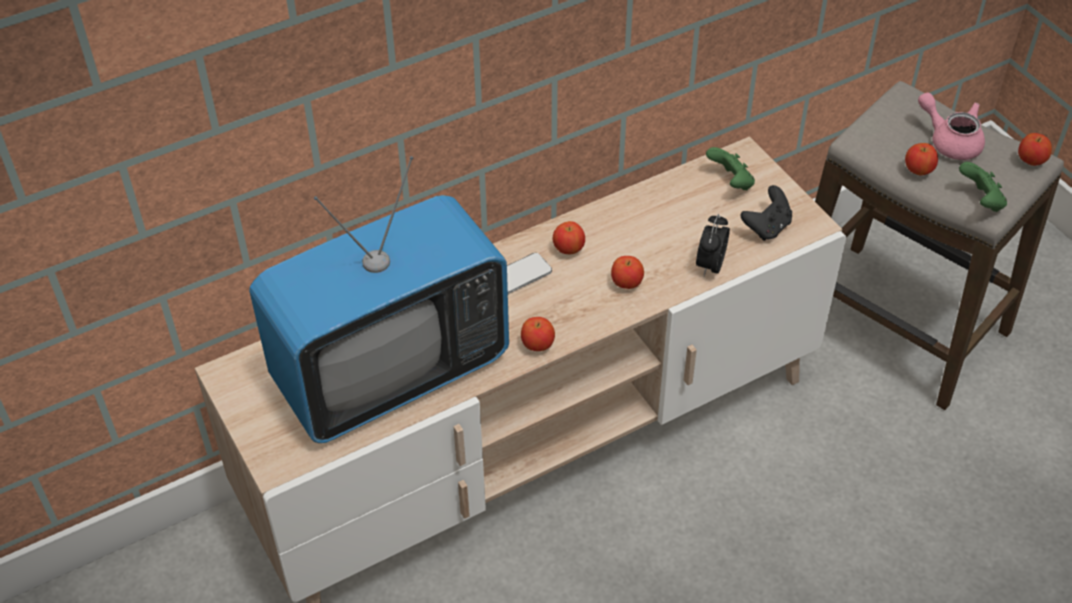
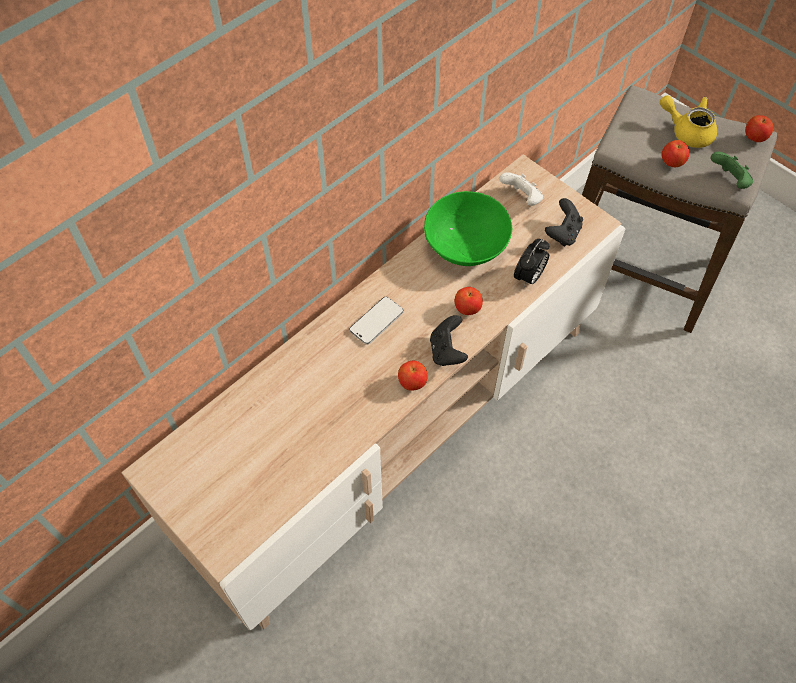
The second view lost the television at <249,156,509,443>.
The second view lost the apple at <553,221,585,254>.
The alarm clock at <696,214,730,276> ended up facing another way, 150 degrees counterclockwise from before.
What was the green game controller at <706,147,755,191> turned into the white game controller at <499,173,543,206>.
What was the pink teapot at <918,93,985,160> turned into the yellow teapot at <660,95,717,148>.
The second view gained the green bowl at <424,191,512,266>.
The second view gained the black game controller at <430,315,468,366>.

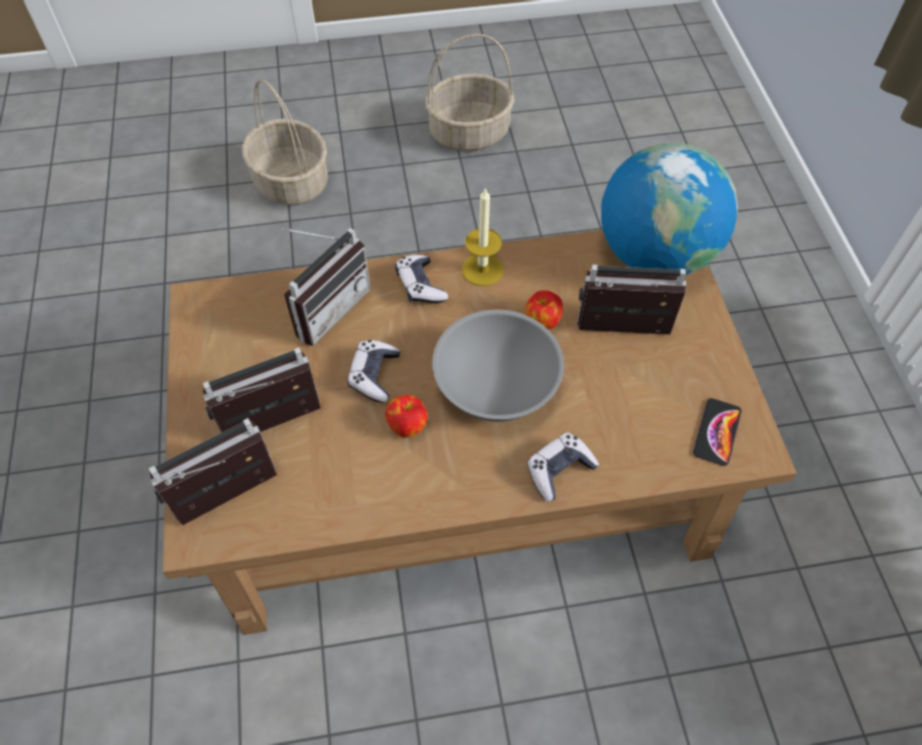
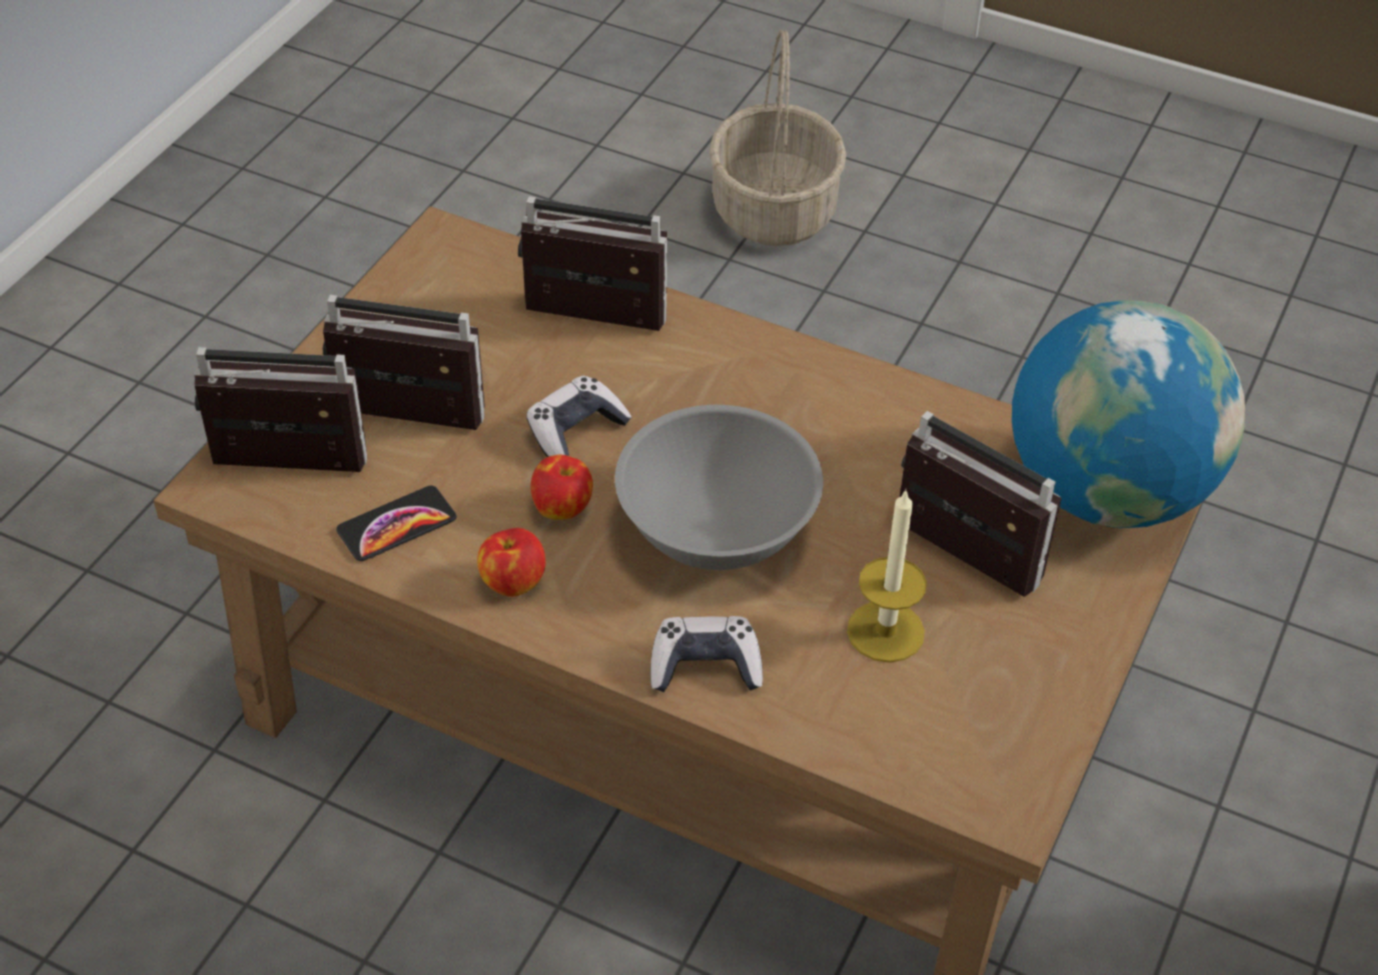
The radio at <282,228,370,346> ended up facing another way, 150 degrees counterclockwise from before.
The second view lost the game controller at <395,255,448,303>.
The second view lost the basket at <425,34,515,151>.
The candle ended up elsewhere, having gone from <462,187,504,286> to <847,489,927,663>.
The apple ended up elsewhere, having gone from <525,290,563,330> to <477,528,546,597>.
The phone ended up elsewhere, having gone from <693,398,742,466> to <336,485,456,561>.

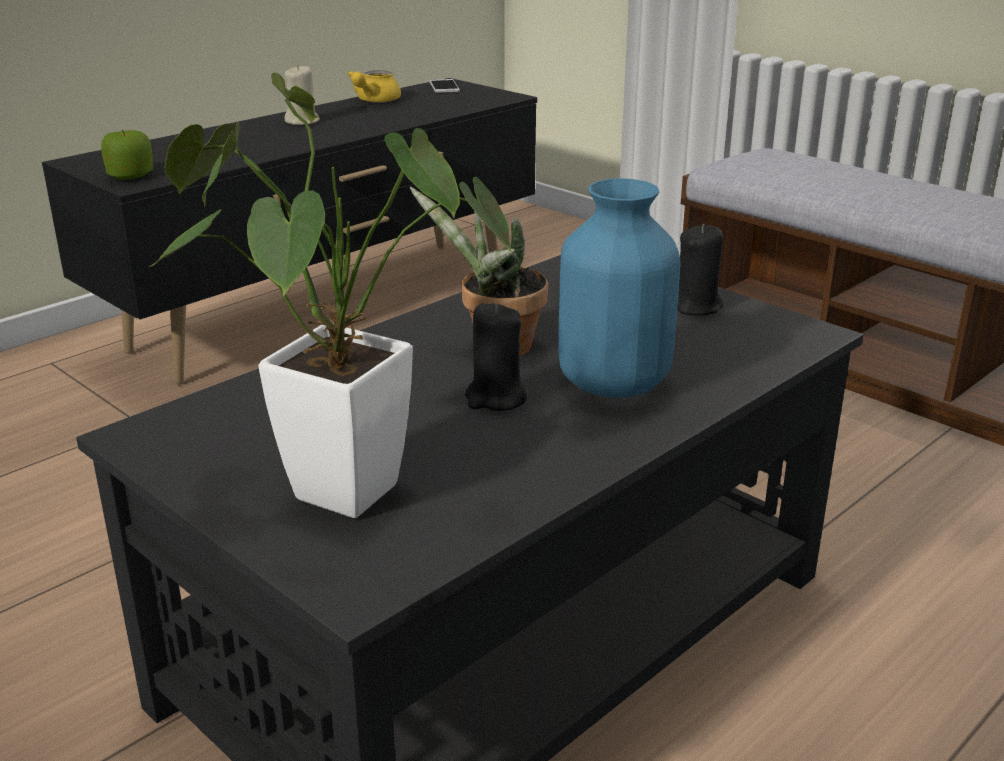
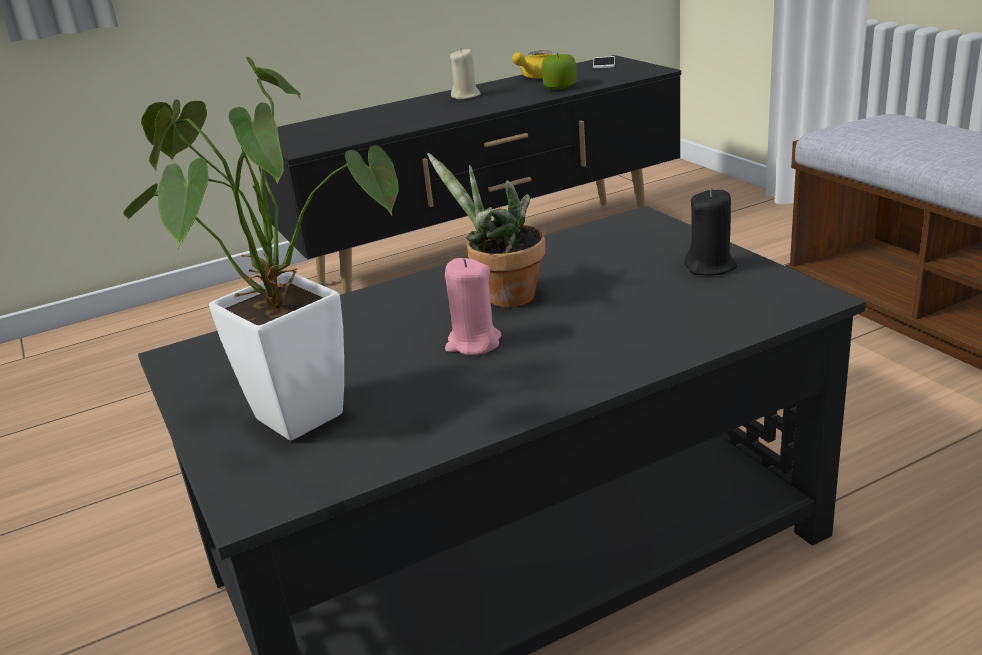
The apple ended up elsewhere, having gone from <101,129,153,180> to <542,53,576,90>.
What was the black candle at <465,303,527,411> turned into the pink candle at <445,258,501,355>.
The second view lost the blue vase at <558,179,680,397>.

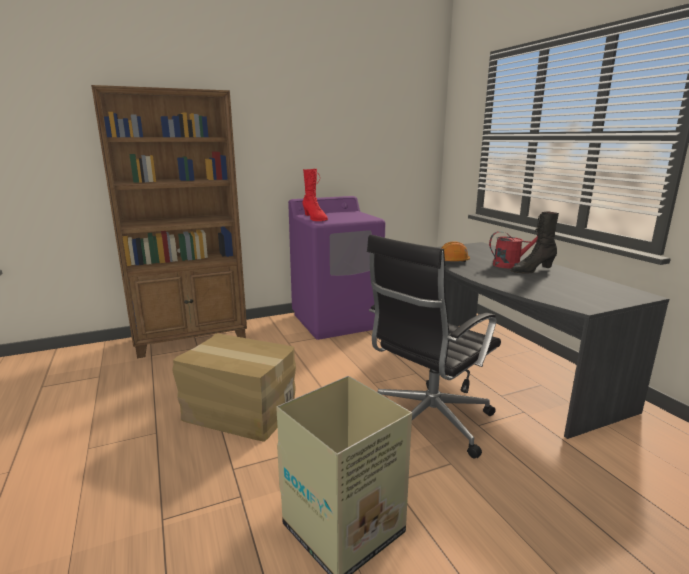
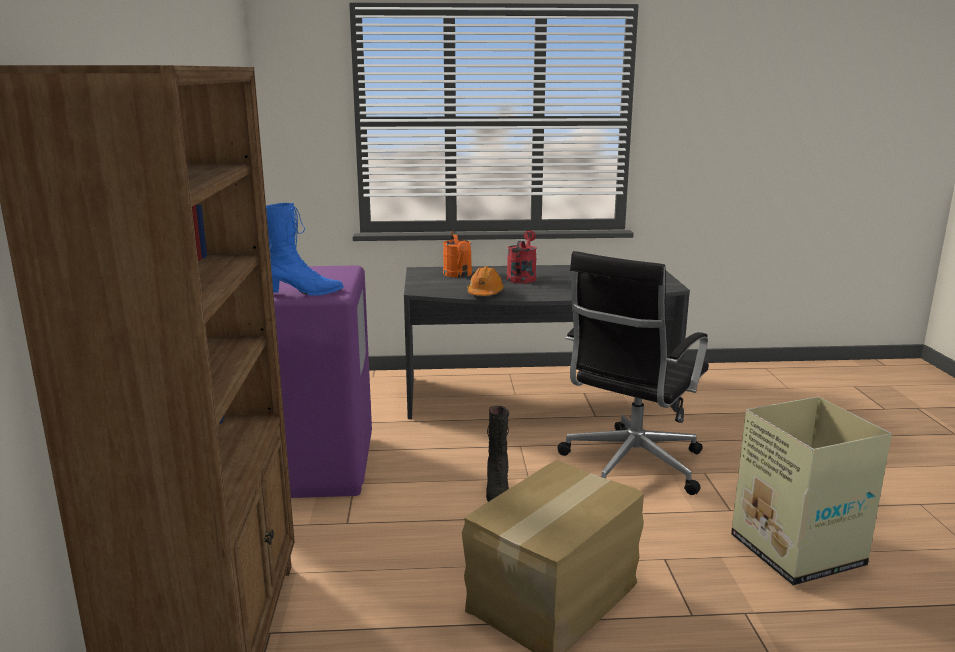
What was the red boot at <302,169,328,221> turned into the blue boot at <266,203,343,296>.
The black office chair at <367,235,501,459> ended up facing another way, 60 degrees clockwise from before.
The black boot ended up elsewhere, having gone from <511,211,559,274> to <486,406,509,502>.
The second view gained the orange watering can at <443,231,472,277>.

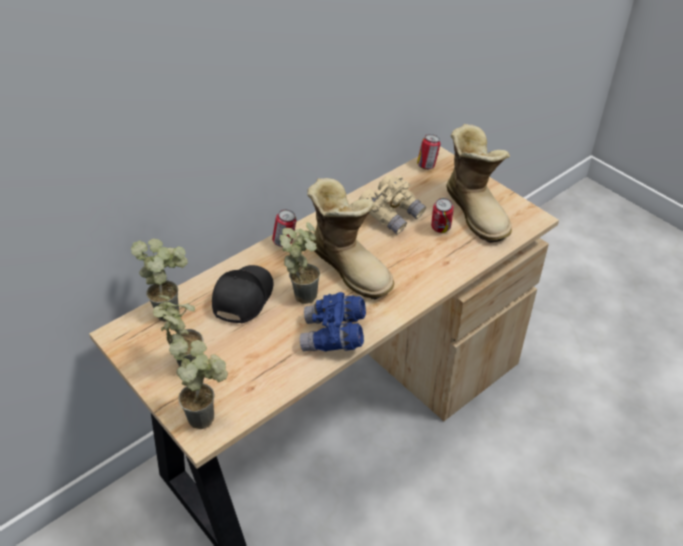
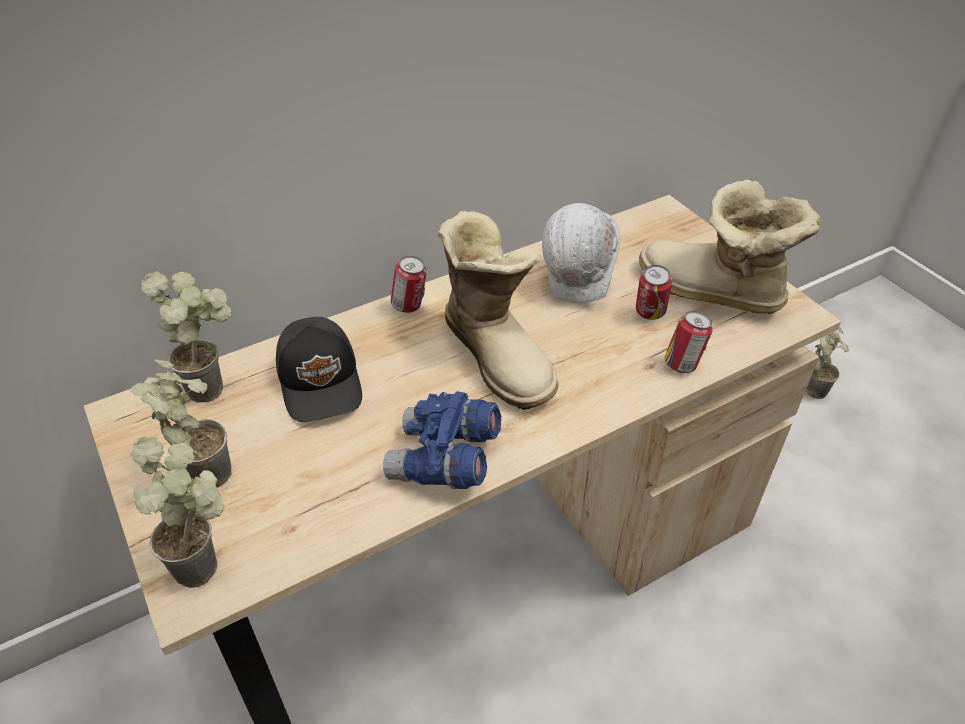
The black cap at <212,265,273,324> ended up facing another way, 135 degrees clockwise from before.
The potted plant ended up elsewhere, having gone from <280,222,320,304> to <806,327,849,399>.
Where the beige binoculars stood at <359,175,426,234>, the white hard hat came to stand at <542,203,621,339>.
The can ended up elsewhere, having gone from <417,134,441,170> to <665,311,713,373>.
The boot at <446,124,512,243> ended up facing another way, 135 degrees clockwise from before.

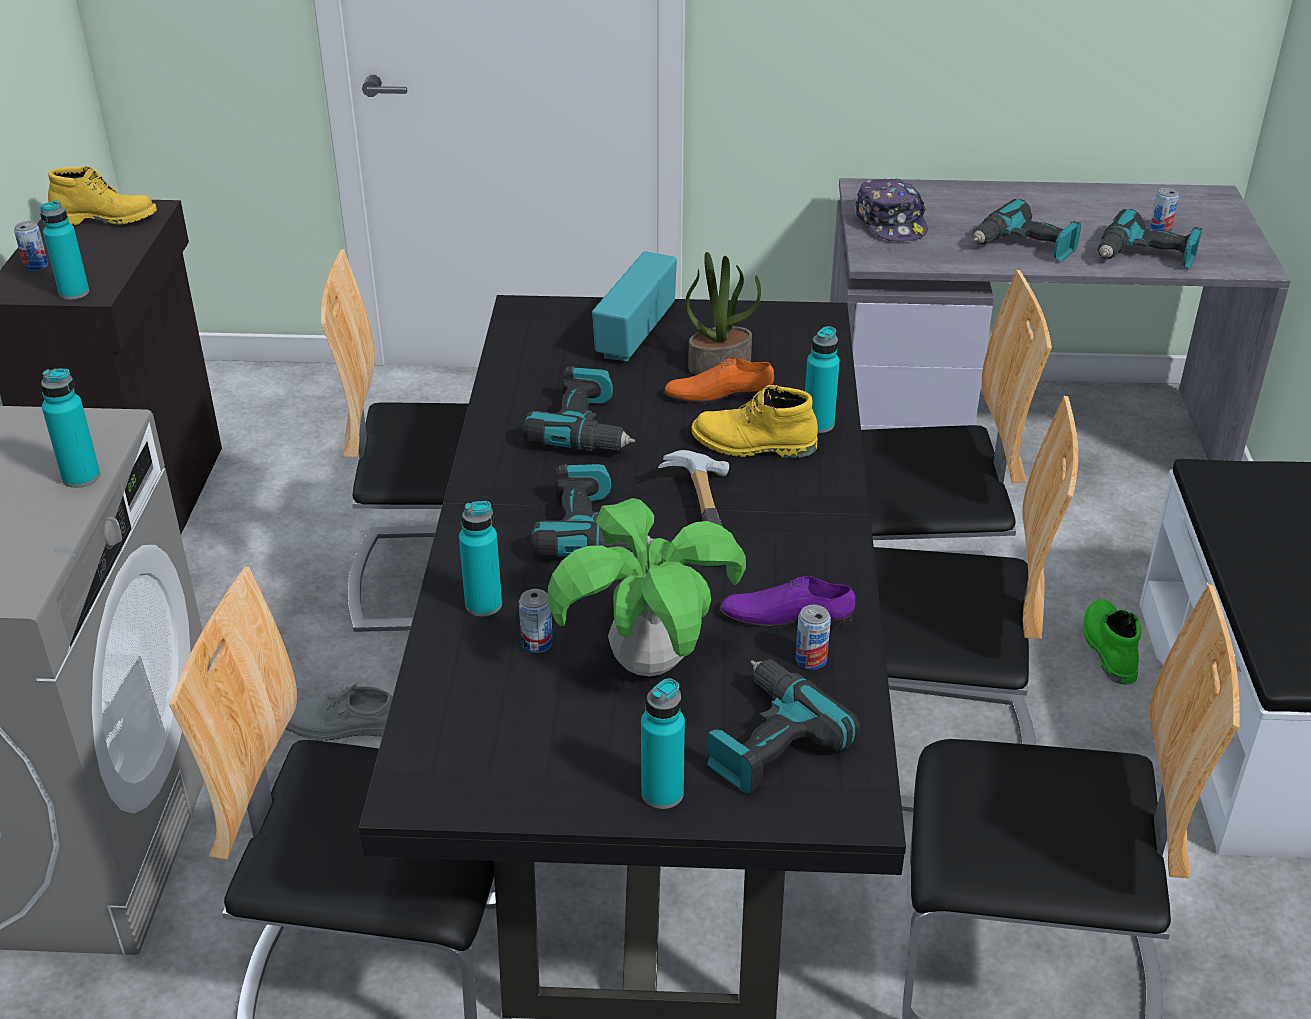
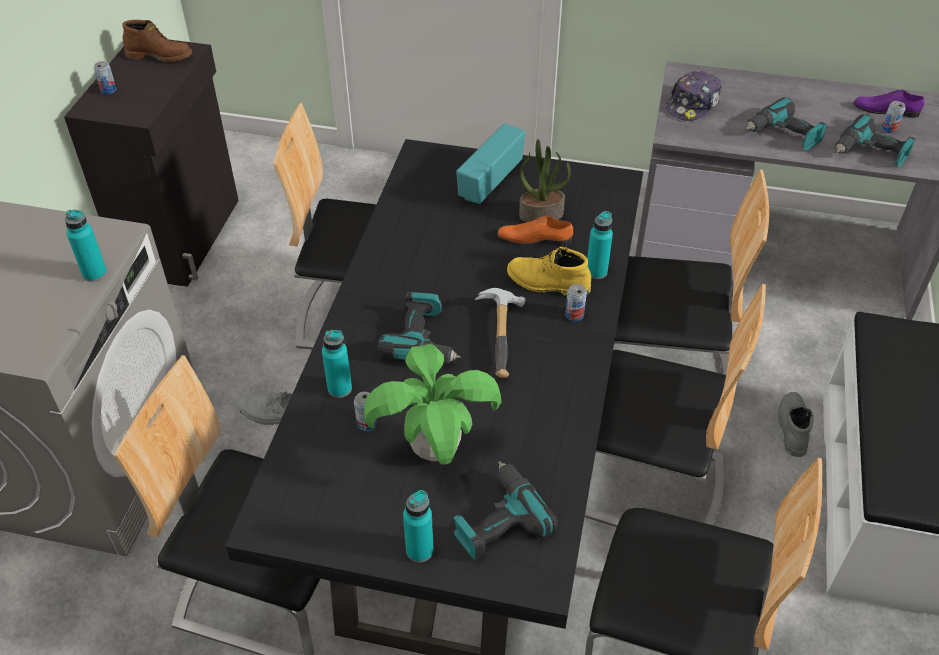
The second view lost the turquoise bottle at <40,200,89,300>.
What was the yellow boot at <48,166,157,225> turned into the brown boot at <122,20,193,62>.
The second view lost the power drill at <522,366,635,451>.
The purple shoe ended up elsewhere, having gone from <720,575,855,629> to <853,89,925,118>.
The can ended up elsewhere, having gone from <796,605,831,670> to <565,284,587,321>.
The cap at <855,179,928,242> ended up facing another way, 45 degrees clockwise from before.
What was the green boot at <1083,599,1141,685> turned into the grey boot at <778,392,814,457>.

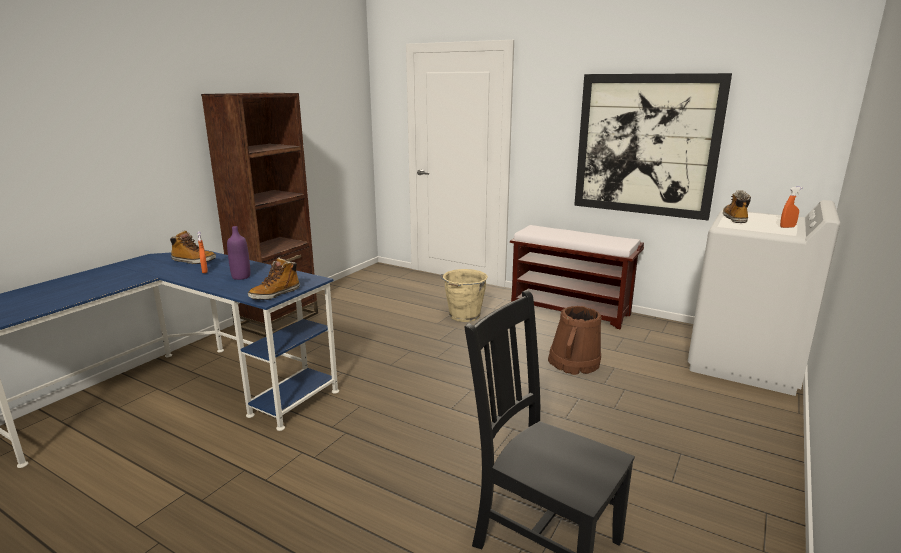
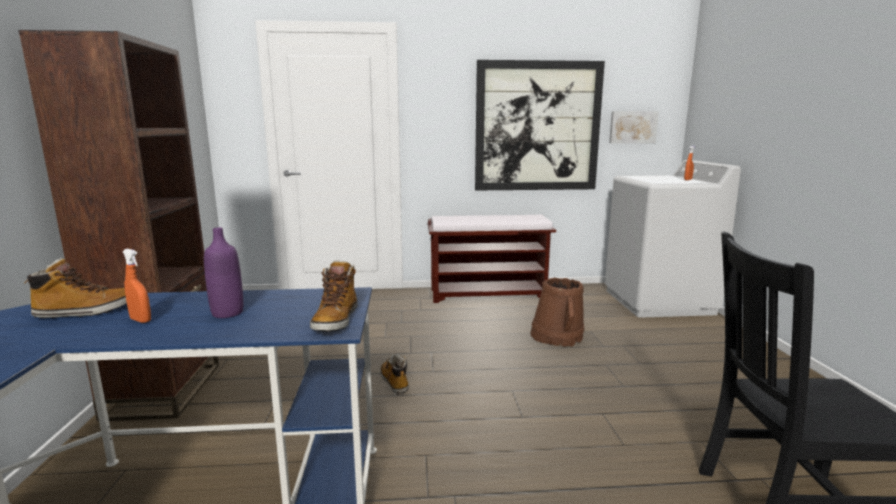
The second view lost the beige bucket at <440,269,488,322>.
The boot ended up elsewhere, having gone from <723,190,751,223> to <380,353,408,394>.
The second view gained the picture at <609,111,659,143>.

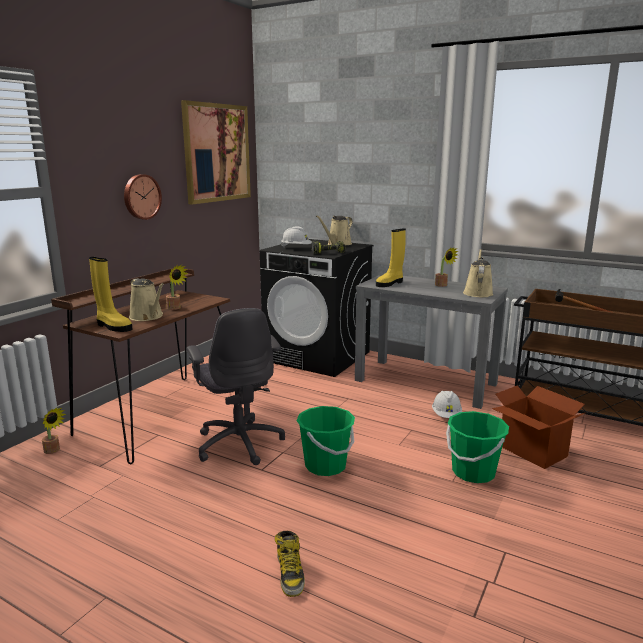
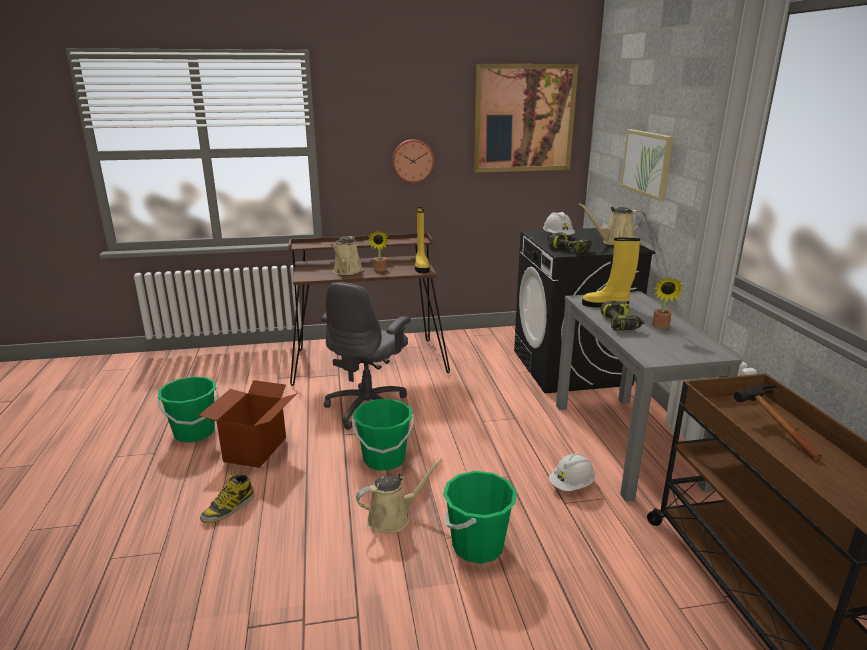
The second view lost the potted plant at <42,407,66,454>.
The yellow boot ended up elsewhere, having gone from <89,257,133,332> to <415,207,430,273>.
The beige watering can ended up elsewhere, having gone from <463,249,493,297> to <356,458,443,533>.
The cardboard box ended up elsewhere, having gone from <492,385,587,469> to <198,380,297,468>.
The second view gained the green bucket at <157,376,219,442>.
The second view gained the power drill at <600,301,644,330>.
The second view gained the picture at <621,129,673,201>.

